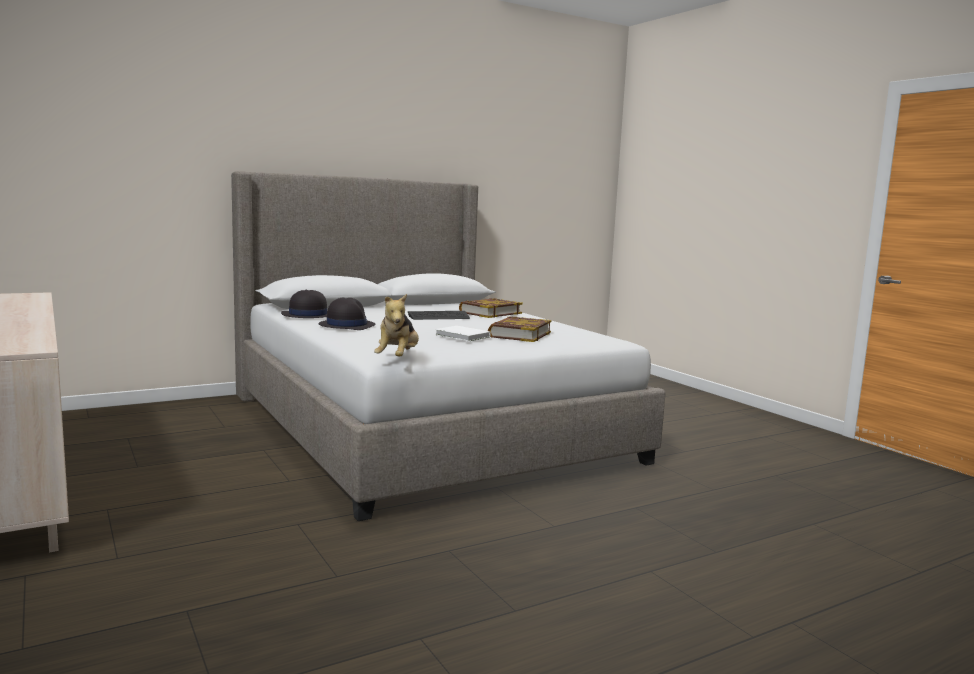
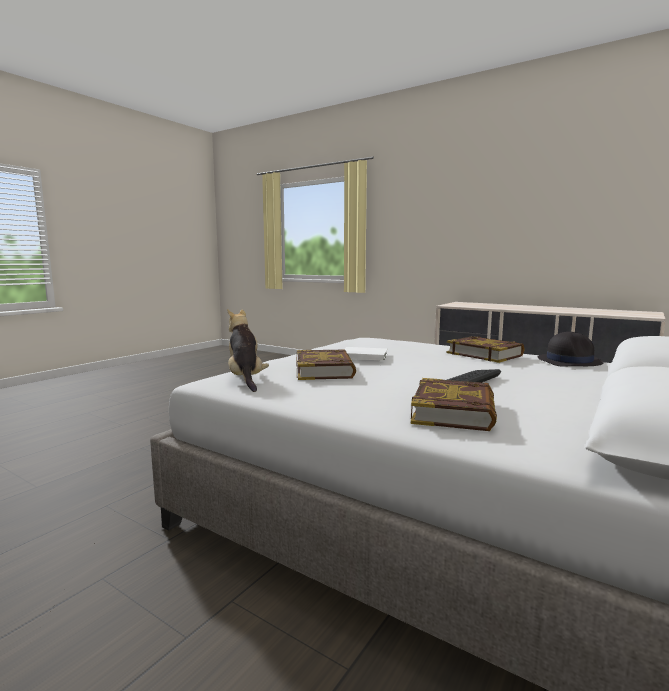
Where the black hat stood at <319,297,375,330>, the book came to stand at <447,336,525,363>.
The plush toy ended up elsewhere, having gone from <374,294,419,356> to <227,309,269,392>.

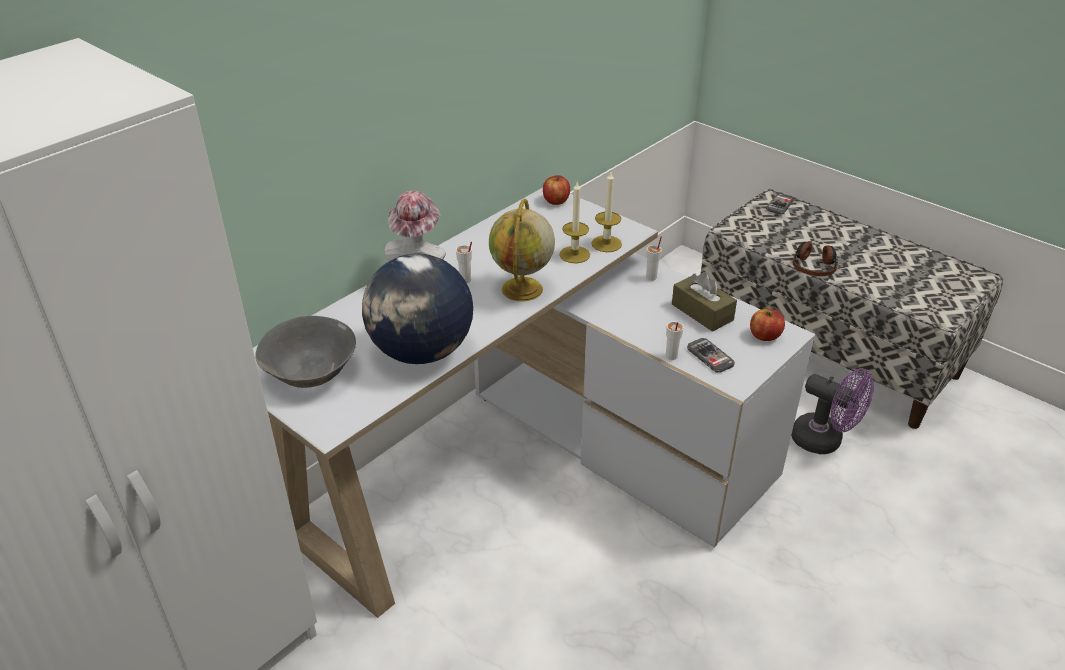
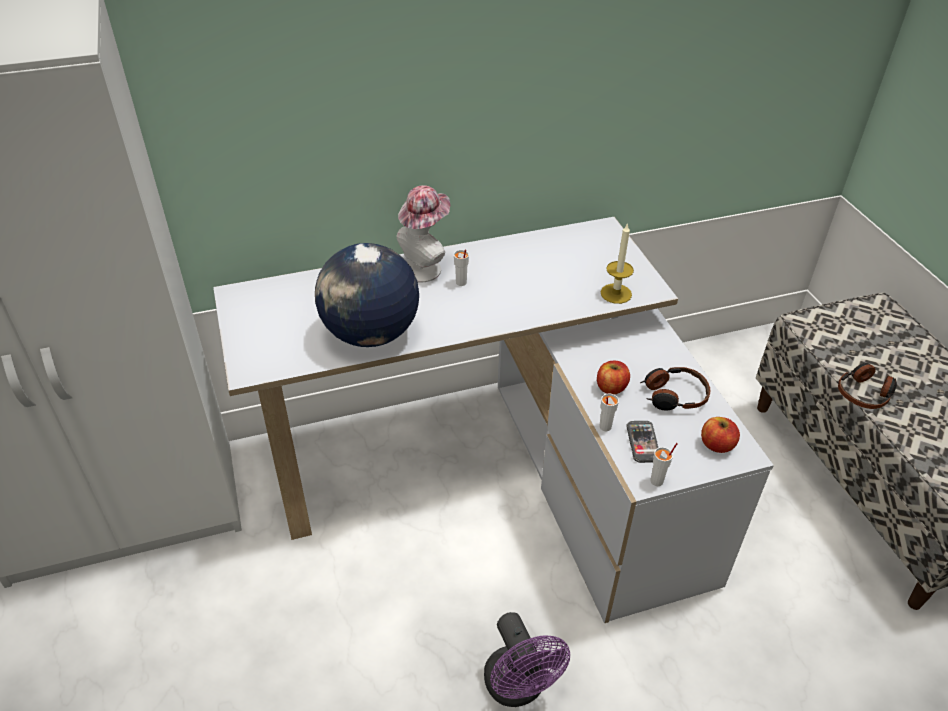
The second view lost the grey bowl at <255,316,356,388>.
The second view lost the globe at <489,198,555,302>.
The apple ended up elsewhere, having gone from <543,175,570,205> to <597,360,630,395>.
The second view lost the candle at <559,182,590,263>.
The white cup ended up elsewhere, having gone from <646,236,662,281> to <650,443,678,486>.
Where the brown tissue box stood at <672,272,737,332>, the headphones came to stand at <640,367,710,411>.
The second view lost the phone at <766,193,794,214>.
The purple fan ended up elsewhere, having gone from <791,368,874,454> to <484,612,570,707>.

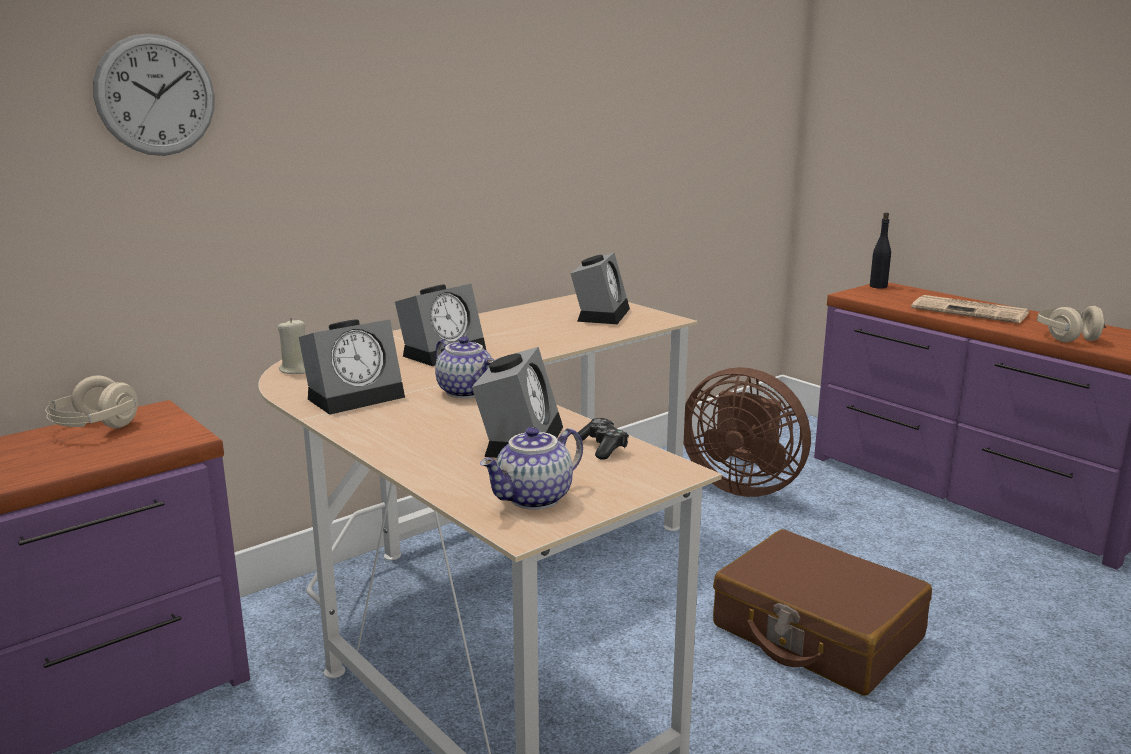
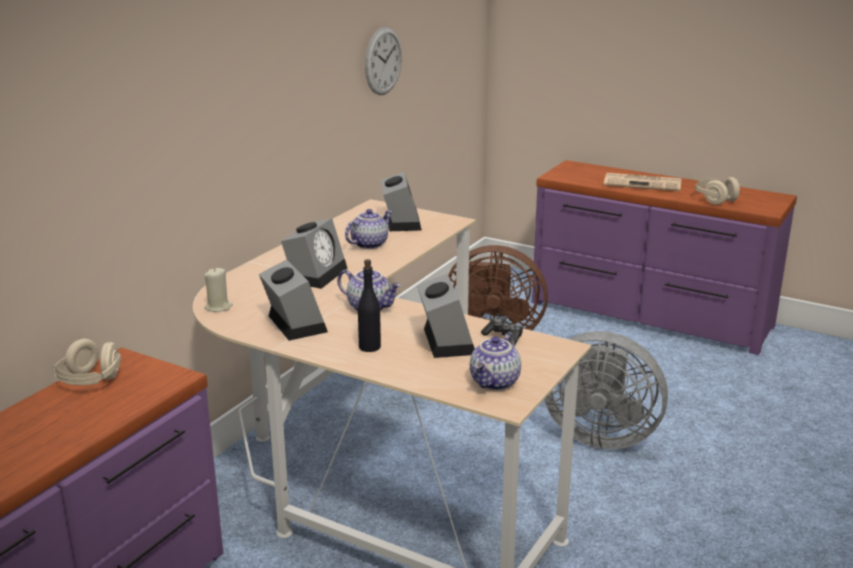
The wall clock ended up elsewhere, having gone from <93,33,215,156> to <365,27,402,95>.
The alarm clock at <299,319,405,415> ended up facing another way, 60 degrees counterclockwise from before.
Where the brown suitcase stood at <713,529,932,696>, the grey fan came to stand at <544,331,668,449>.
The black bottle ended up elsewhere, having gone from <870,212,891,289> to <358,259,381,352>.
The second view gained the teapot at <345,209,392,249>.

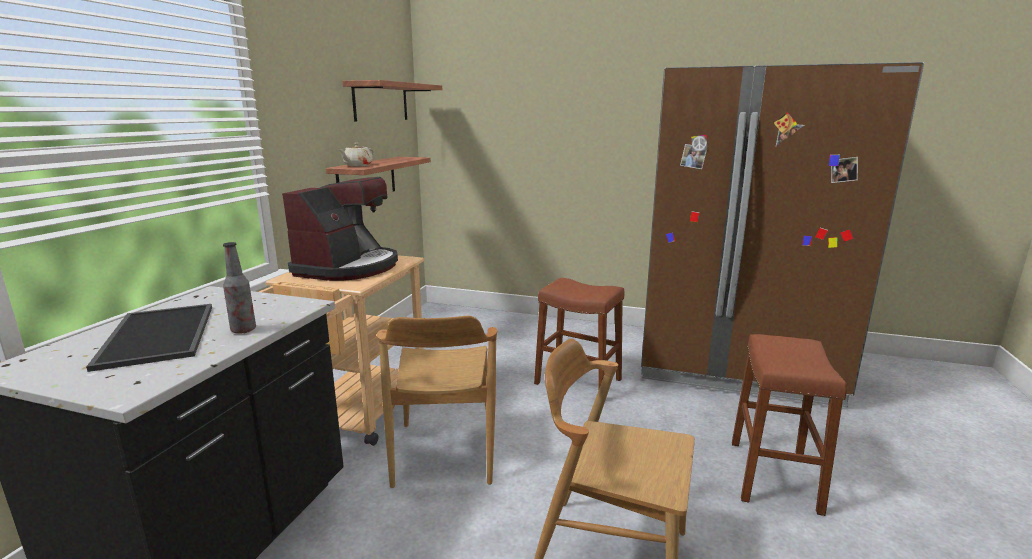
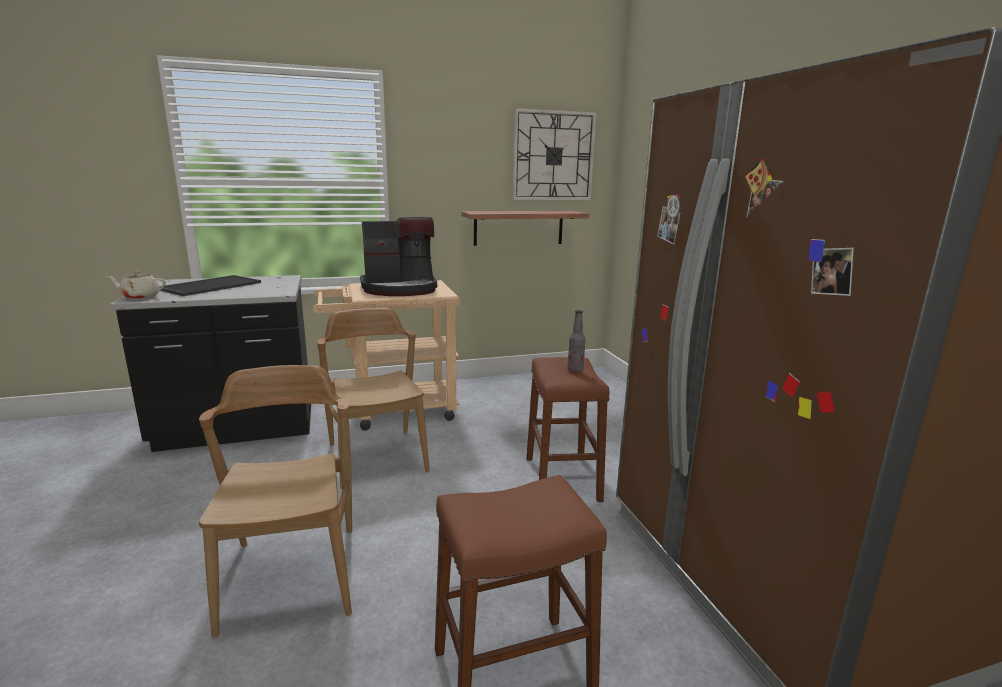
The bottle ended up elsewhere, having gone from <223,242,256,334> to <567,310,585,372>.
The beige teapot ended up elsewhere, having gone from <338,143,374,166> to <106,270,166,299>.
Where the shelf hung at <342,80,442,122>, the wall clock came to hang at <512,108,597,200>.
The brown chair at <377,316,497,488> ended up facing another way, 105 degrees clockwise from before.

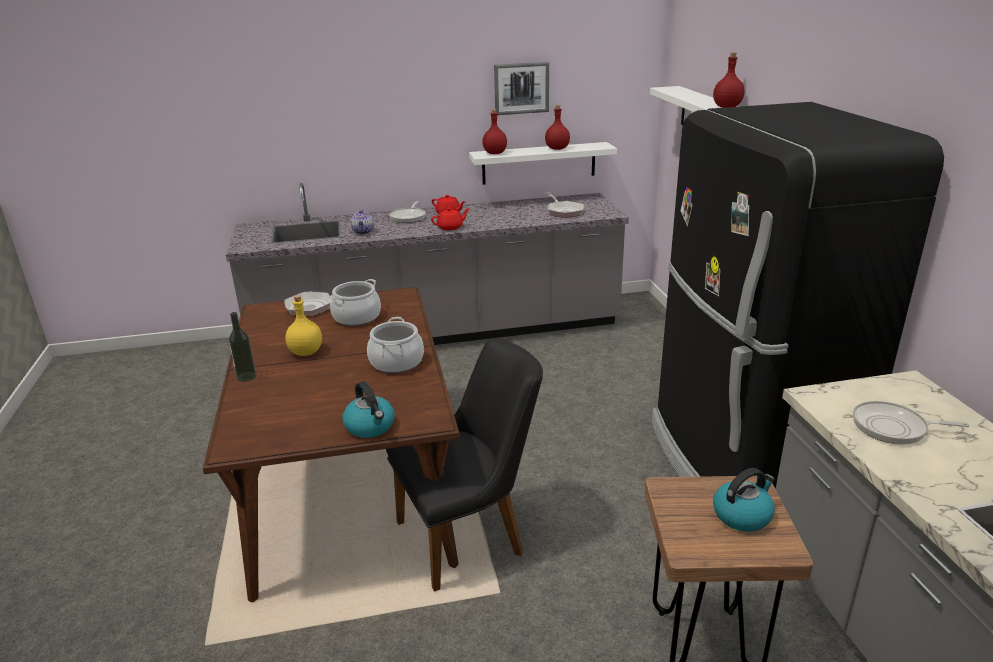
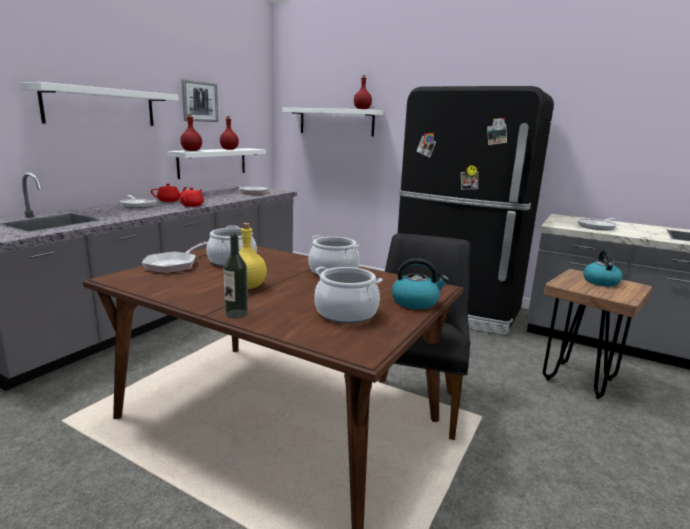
The second view lost the teapot at <351,210,374,234>.
The second view gained the white shelf at <21,82,179,126>.
The second view gained the cooking pot at <314,267,383,324>.

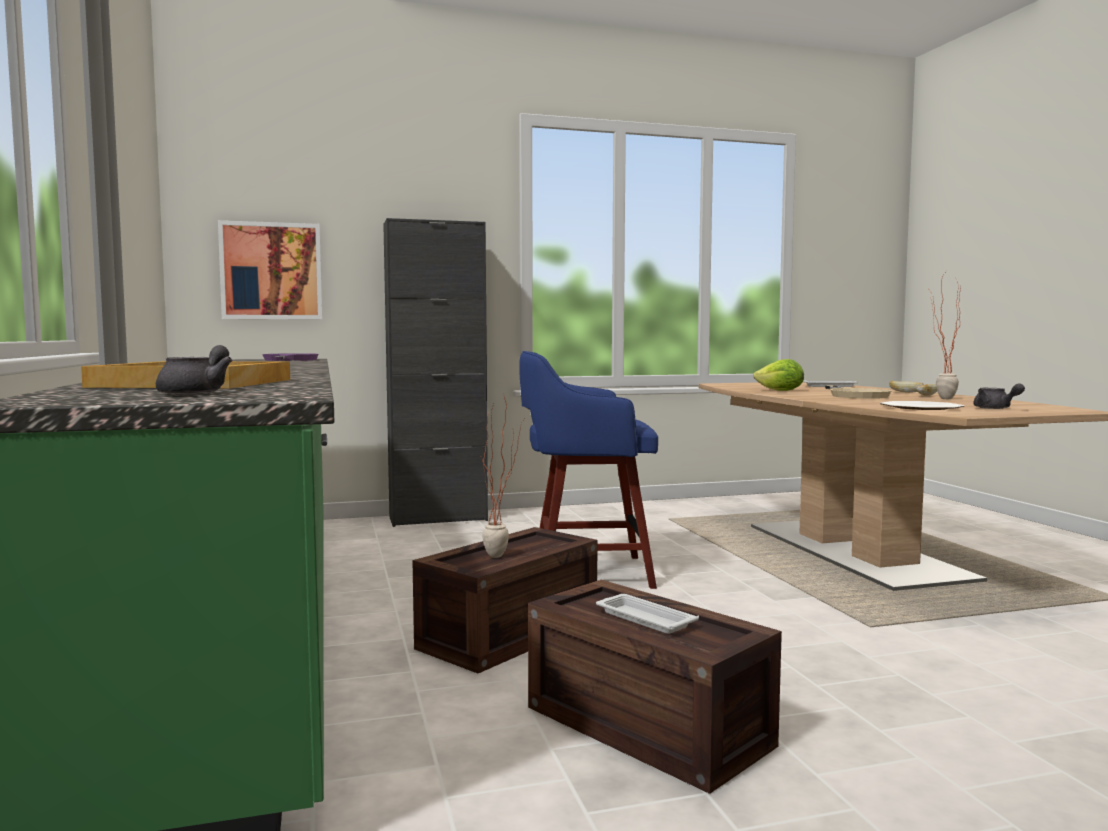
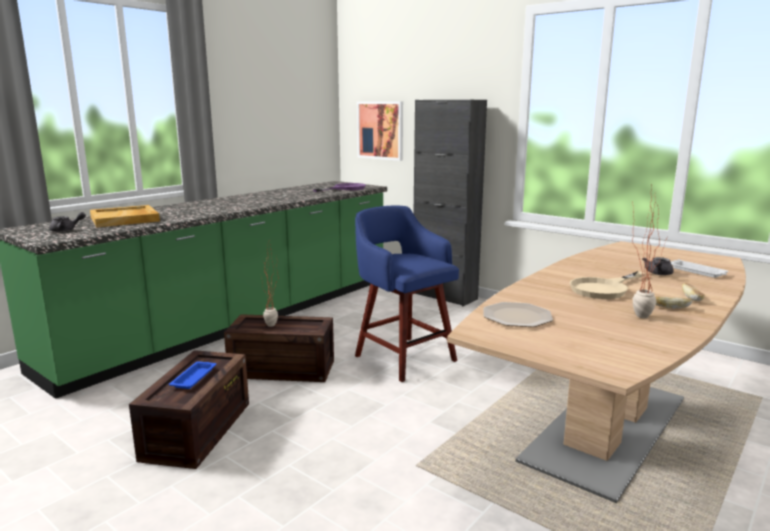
What was the white tray at <596,594,699,634> turned into the blue tray at <169,361,216,389>.
The second view lost the lettuce at <754,359,804,391>.
The grey teapot ended up elsewhere, having gone from <973,383,1025,409> to <642,257,674,275>.

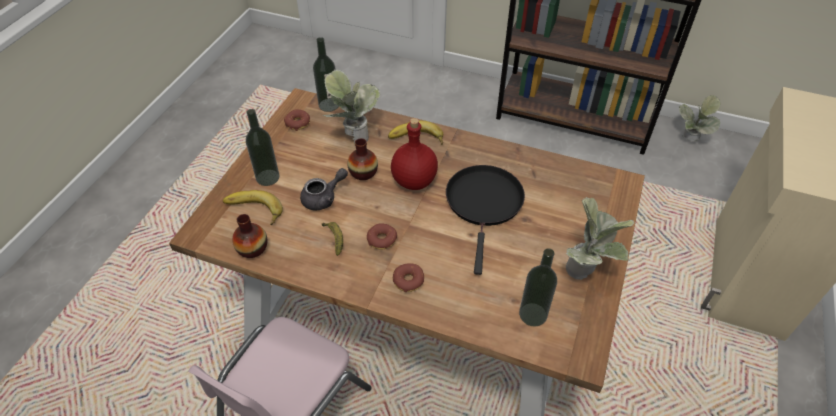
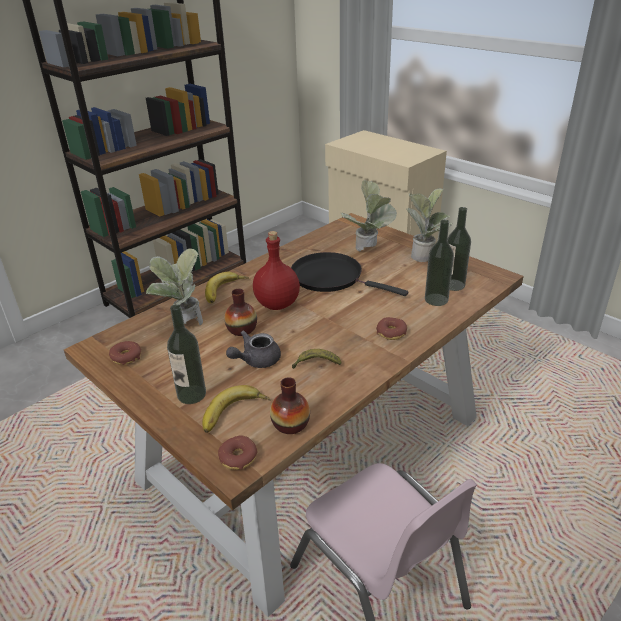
The grey teapot at <300,168,348,211> ended up facing another way, 120 degrees counterclockwise from before.
The bottle ended up elsewhere, having gone from <313,37,339,112> to <425,220,454,306>.
The donut ended up elsewhere, having gone from <367,223,397,250> to <218,436,257,470>.
The potted plant ended up elsewhere, having gone from <679,95,722,142> to <341,180,397,251>.

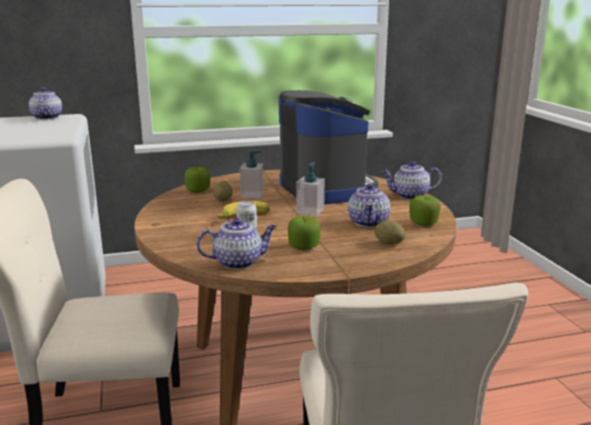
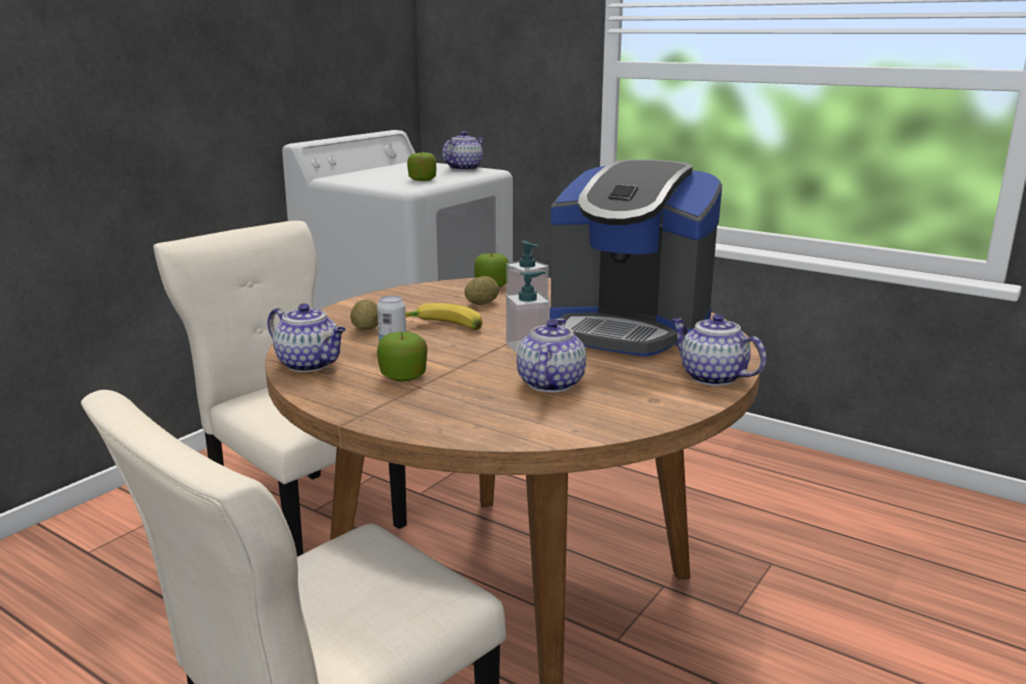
The coffee machine at <279,90,378,204> ended up facing another way, 90 degrees clockwise from before.
The teapot at <348,184,390,228> ended up facing another way, 135 degrees clockwise from before.
The potato ended up elsewhere, having gone from <374,221,405,244> to <350,299,378,330>.
The apple ended up elsewhere, having gone from <409,195,441,226> to <407,152,436,181>.

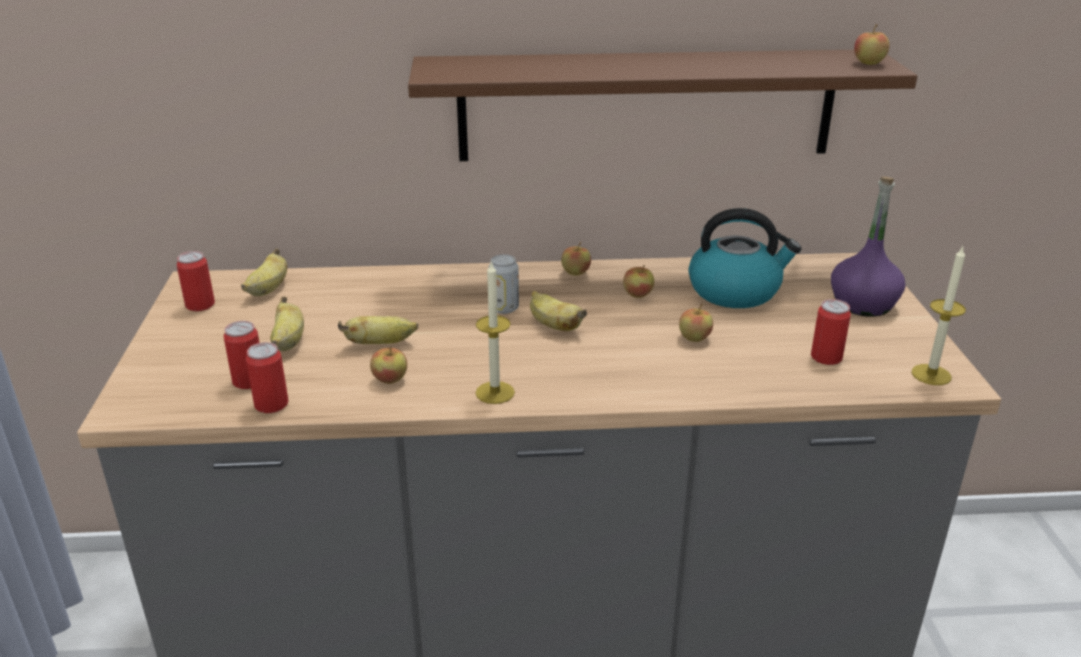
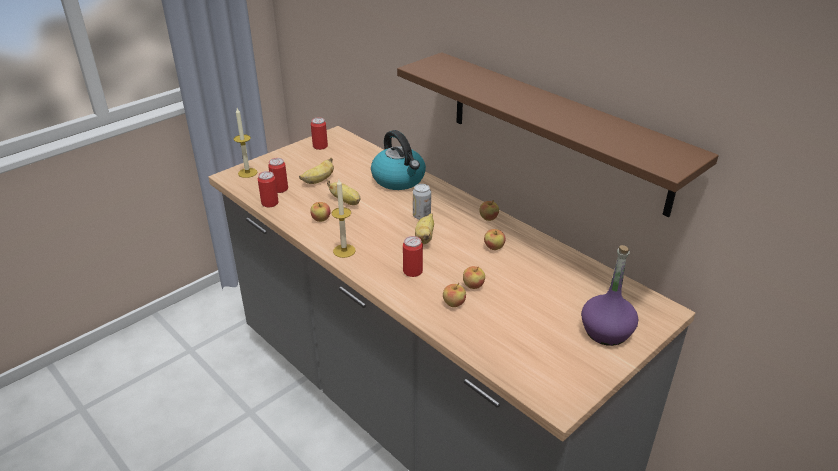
The second view lost the banana at <241,248,287,296>.
The kettle ended up elsewhere, having gone from <689,208,802,308> to <371,130,426,190>.
The can ended up elsewhere, having gone from <811,299,851,365> to <403,236,423,277>.
The apple ended up elsewhere, having gone from <854,24,890,65> to <443,283,466,307>.
The candle ended up elsewhere, having gone from <912,246,966,385> to <234,108,257,178>.

